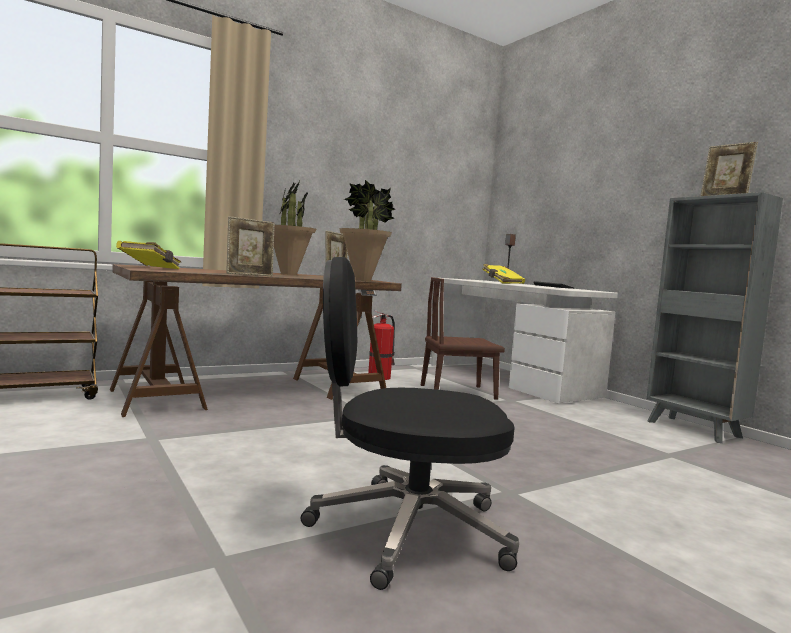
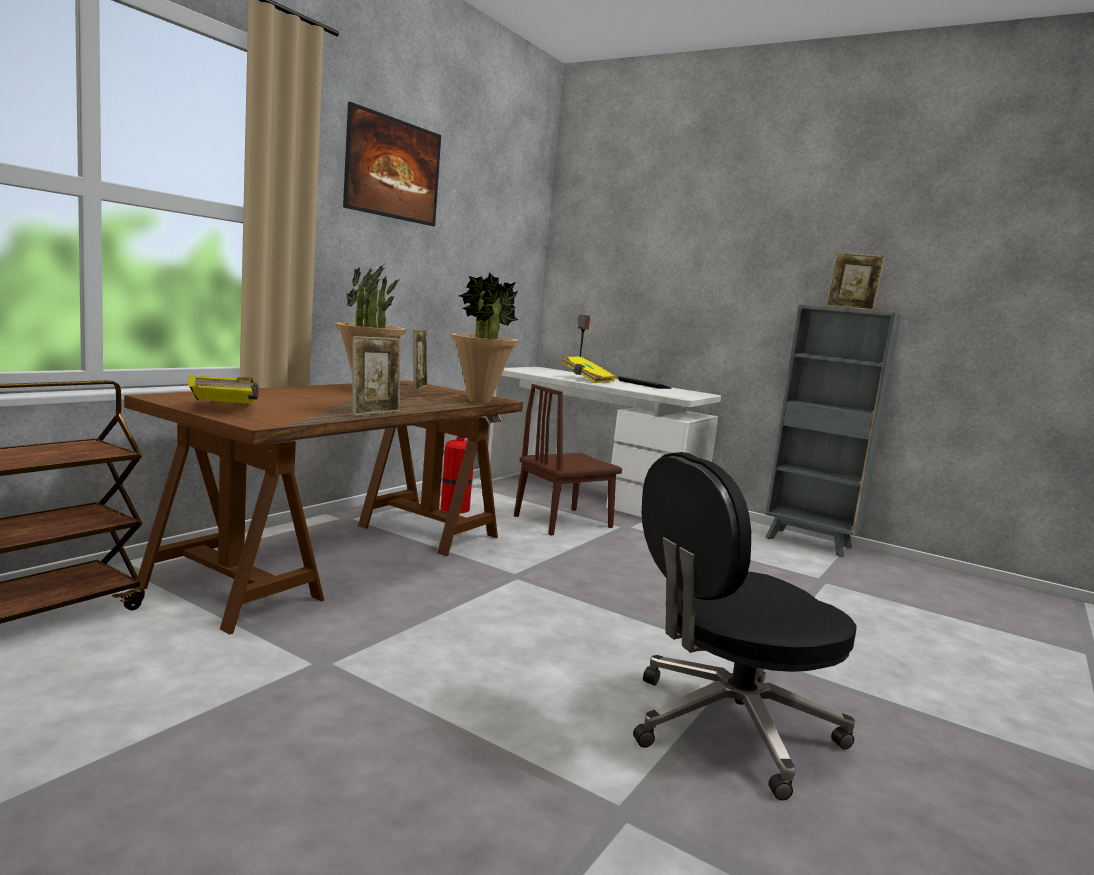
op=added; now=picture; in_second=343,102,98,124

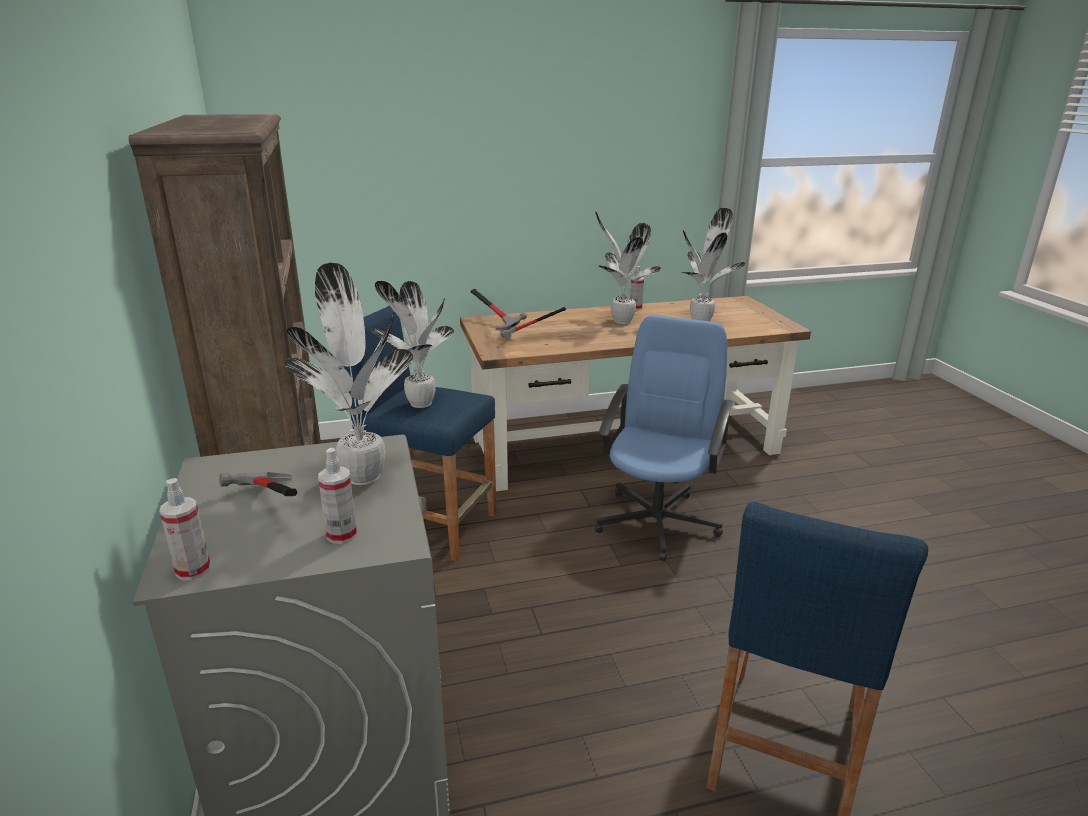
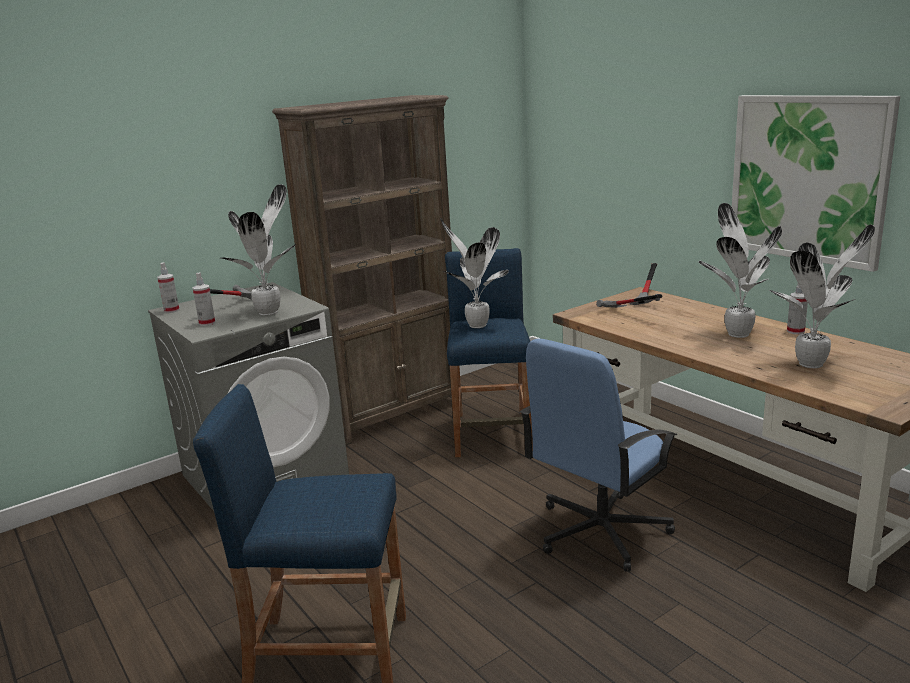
op=added; now=picture; in_second=732,95,168,177
op=turned; was=office chair (blue); in_first=595,315,139,246; in_second=520,338,157,234; clockwise=135

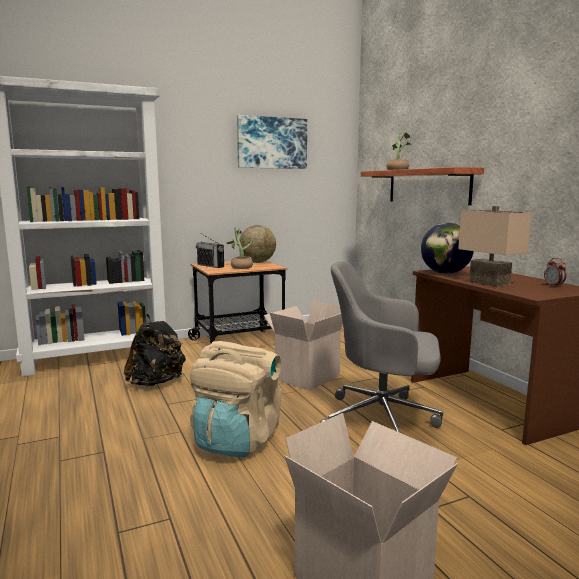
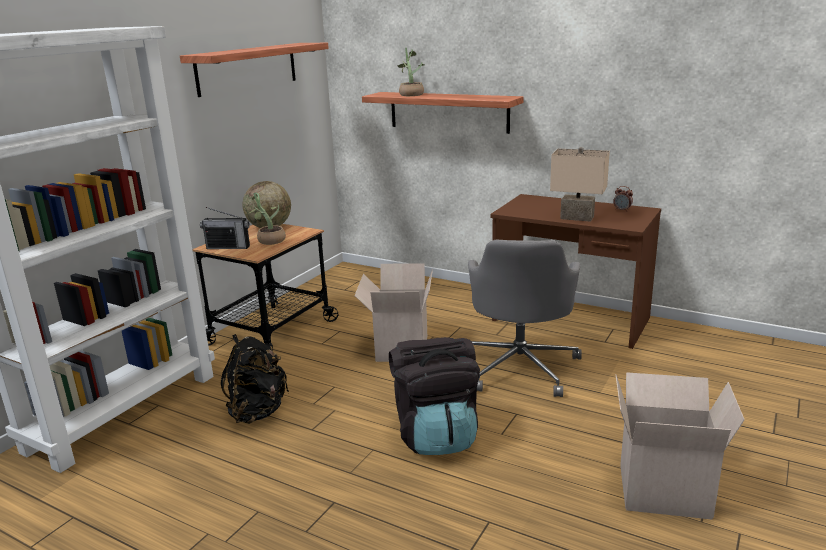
op=removed; was=globe; in_first=421,223,53,51
op=replaced; was=picture; now=shelf; in_first=237,115,70,54; in_second=180,43,149,54
op=recoloured; was=backpack (beige); now=backpack (black); in_first=190,341,91,117; in_second=389,337,91,118
op=turned; was=office chair (grey); in_first=320,261,123,172; in_second=468,240,114,157; clockwise=-60

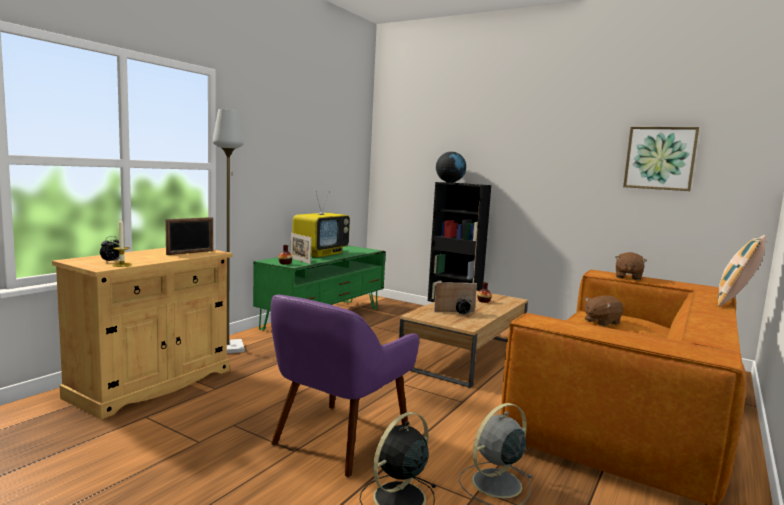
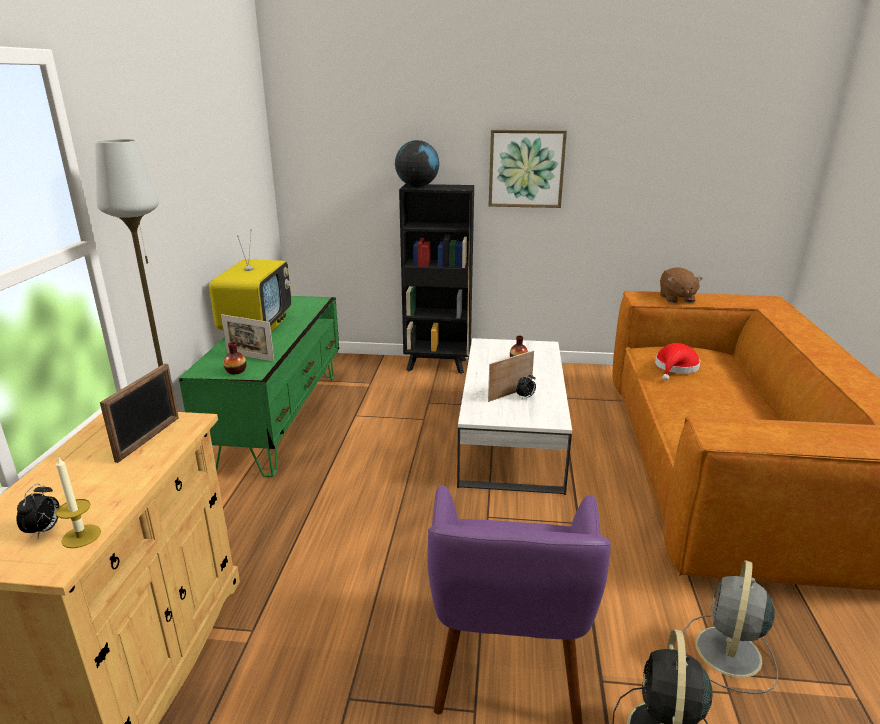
op=removed; was=pillow; in_first=718,235,48,72
op=moved; was=picture; in_first=623,127,76,64; in_second=489,130,78,78
op=replaced; was=plush toy (brown); now=hat (red); in_first=584,295,40,31; in_second=655,343,45,38
op=recoloured; was=coffee table (brown); now=coffee table (white); in_first=399,291,129,97; in_second=457,338,115,157

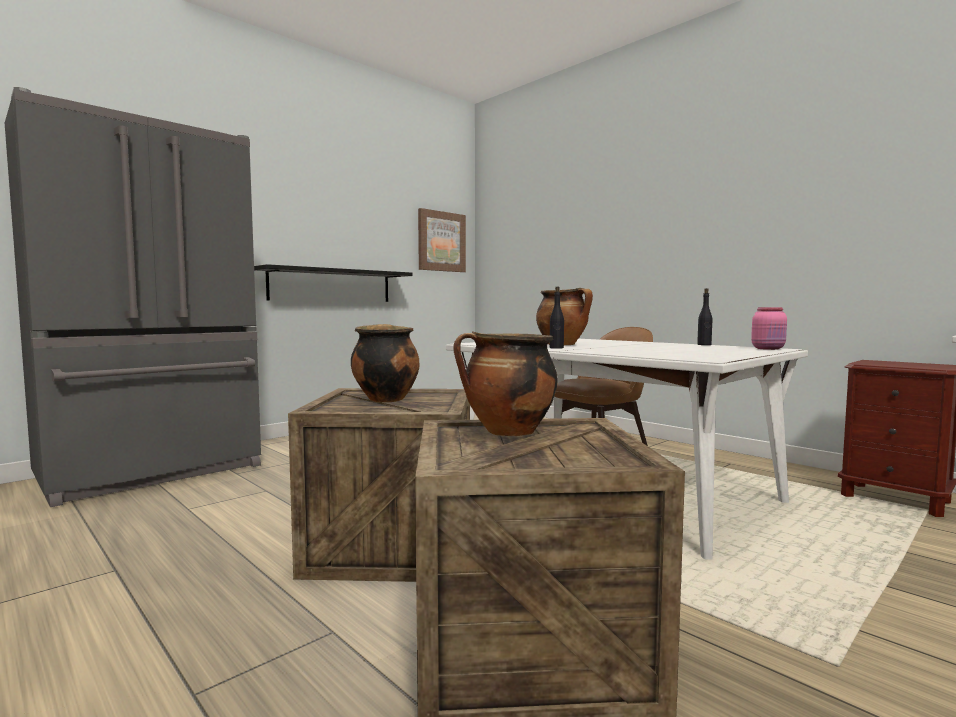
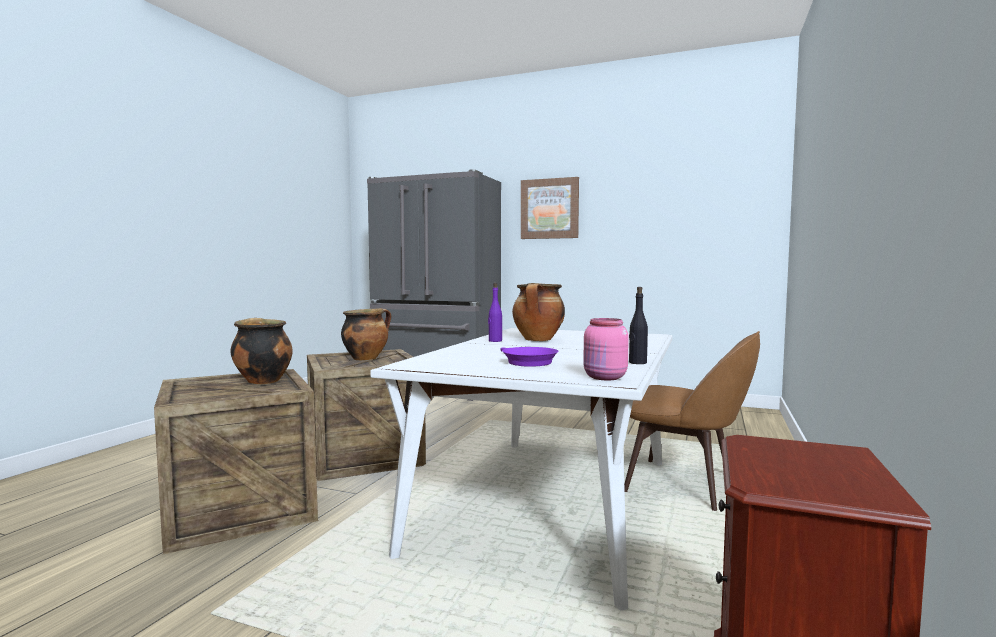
op=removed; was=shelf (black); in_first=254,264,159,38
op=added; now=frying pan (purple); in_second=500,347,59,20
op=moved; was=picture; in_first=418,208,48,64; in_second=521,177,58,62
op=recoloured; was=bottle (black); now=bottle (purple); in_first=550,287,14,62; in_second=488,283,14,59

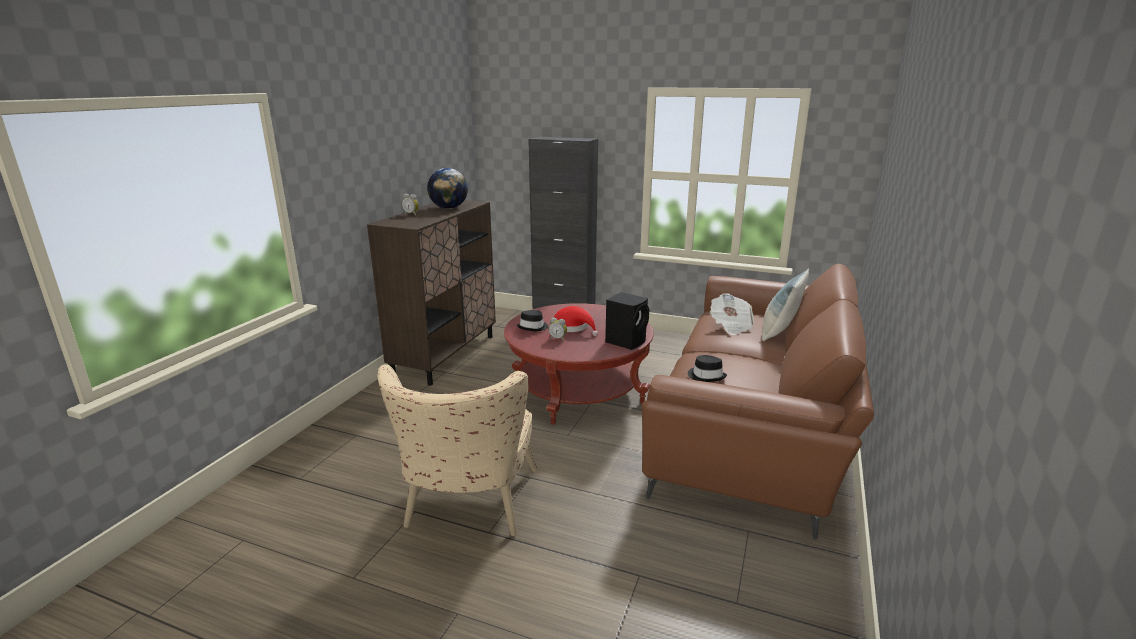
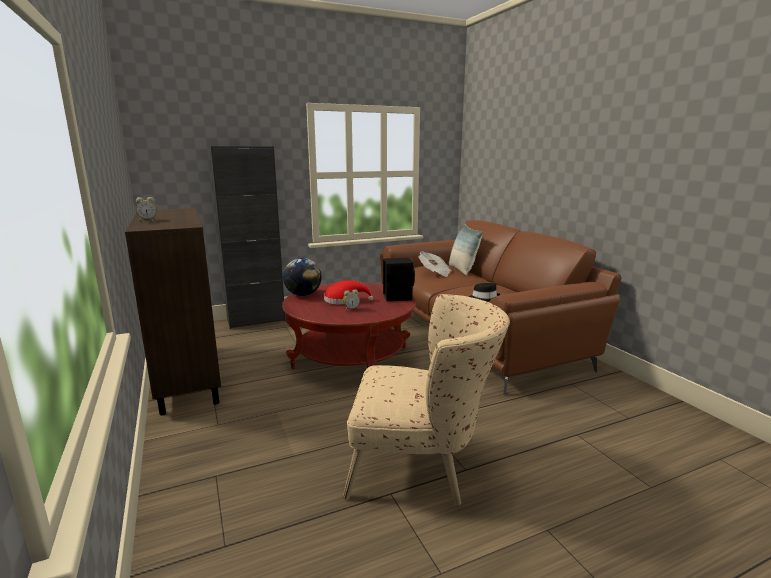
op=removed; was=hat (black); in_first=517,310,31,21
op=moved; was=globe; in_first=427,168,41,41; in_second=283,258,39,38
op=turned; was=armchair (beige); in_first=378,364,159,172; in_second=343,294,167,212; clockwise=-45

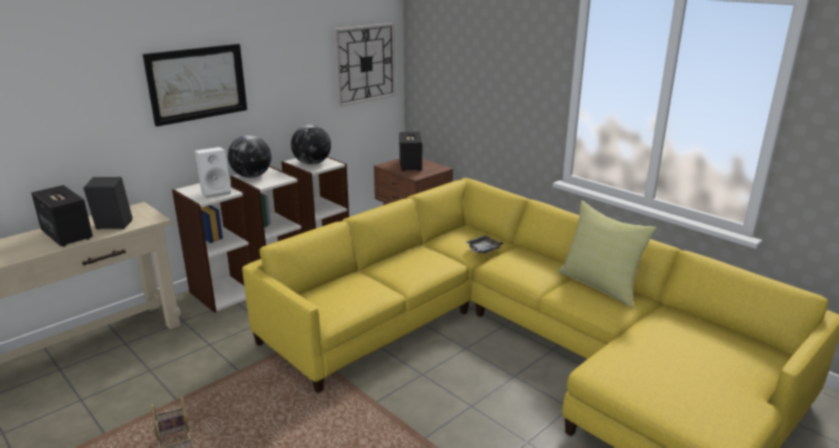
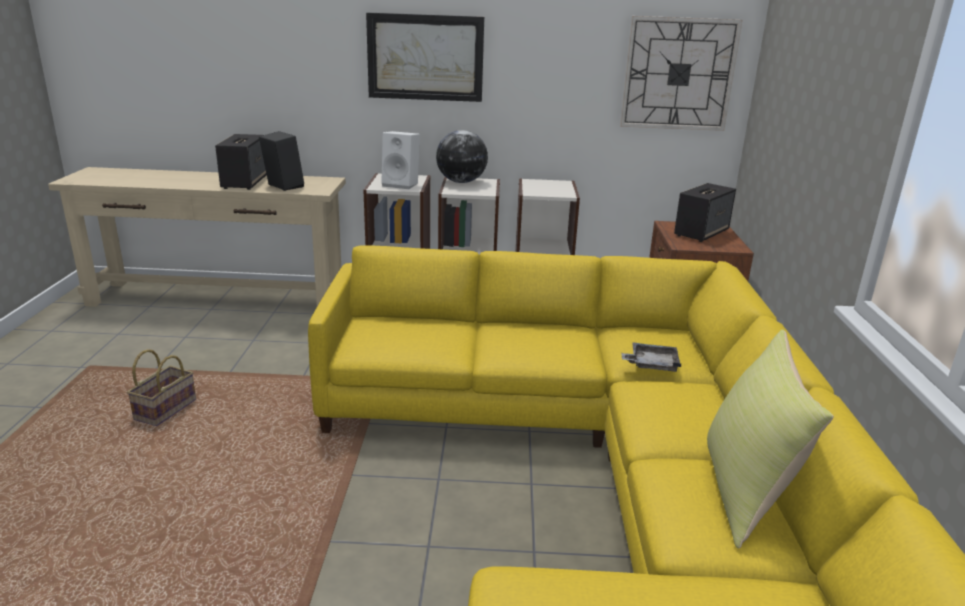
op=removed; was=globe; in_first=291,125,40,40

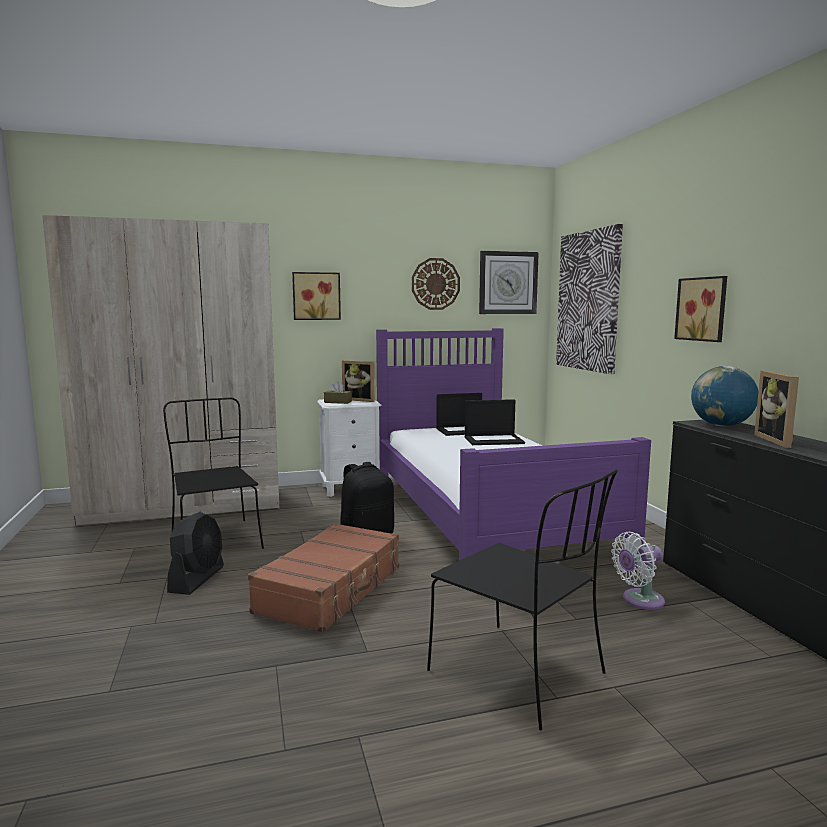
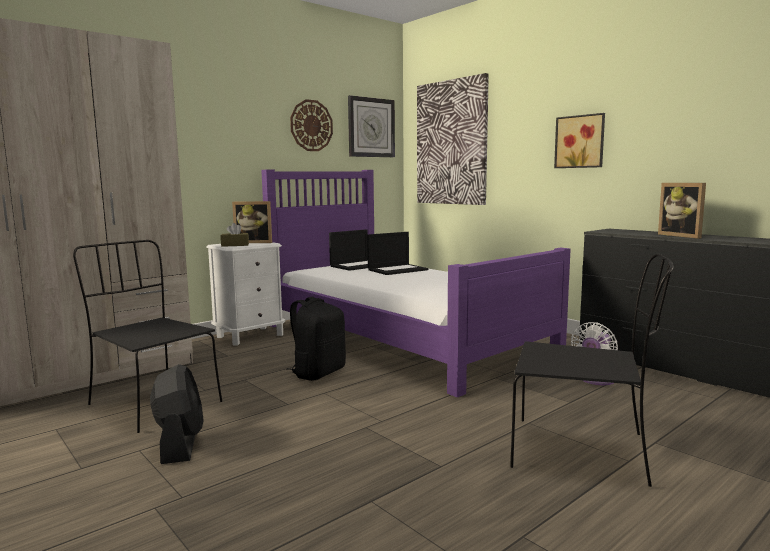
op=removed; was=suitcase (brown); in_first=248,523,151,110
op=removed; was=picture; in_first=292,272,49,48
op=removed; was=globe; in_first=691,366,68,60

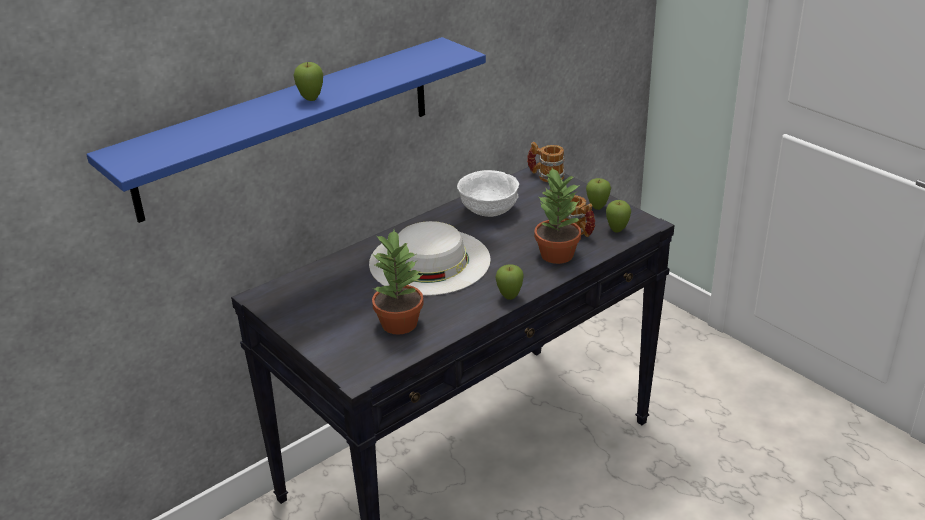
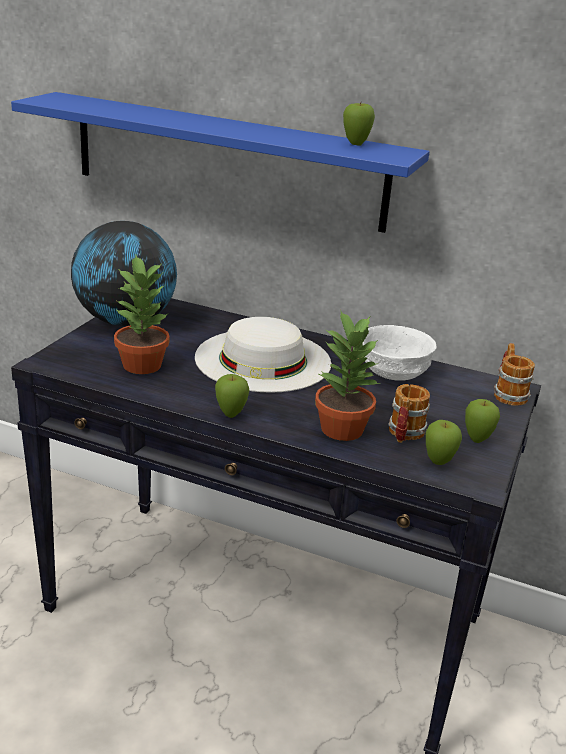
op=added; now=globe; in_second=71,221,106,105
op=moved; was=apple; in_first=293,62,30,39; in_second=343,103,32,43

